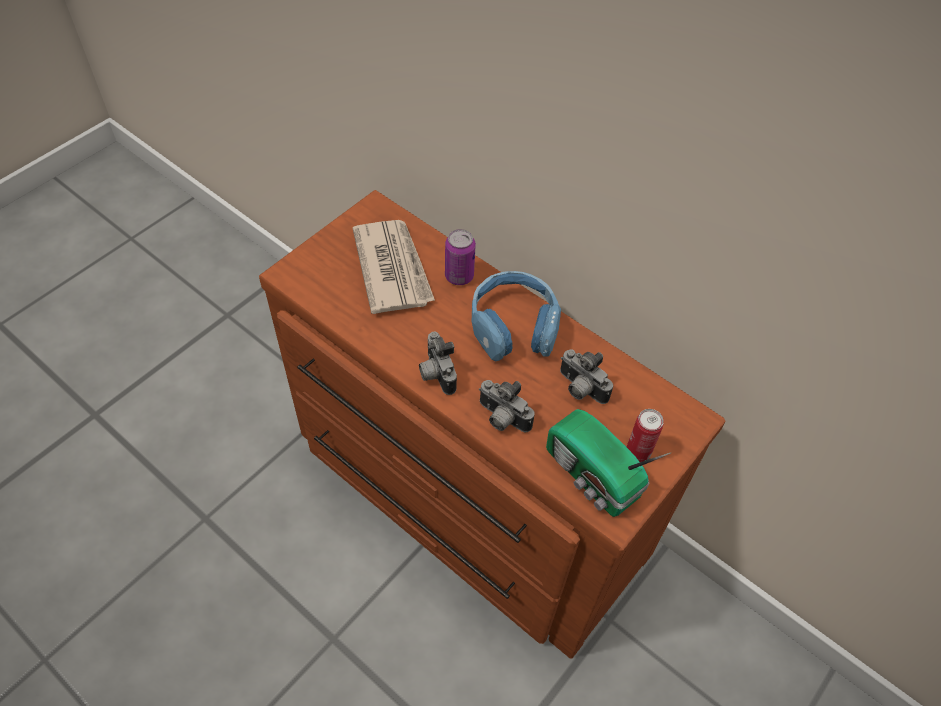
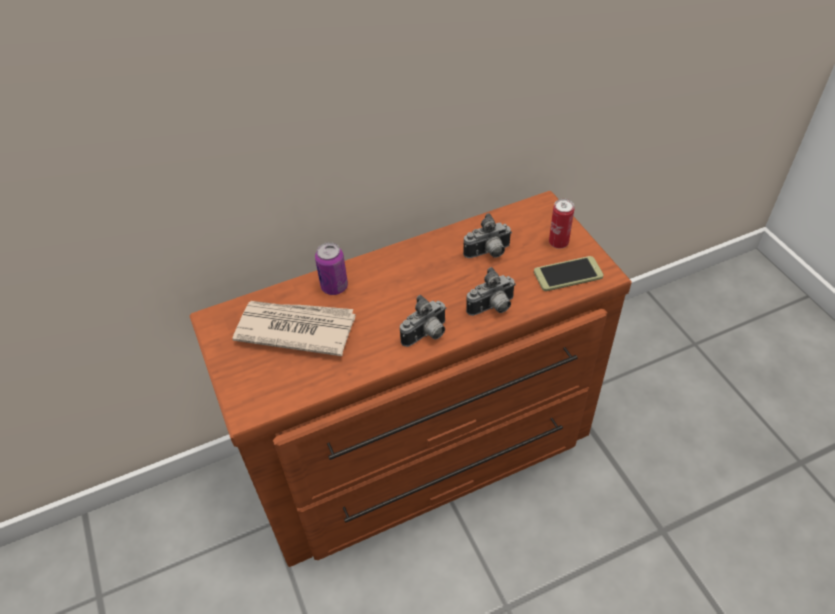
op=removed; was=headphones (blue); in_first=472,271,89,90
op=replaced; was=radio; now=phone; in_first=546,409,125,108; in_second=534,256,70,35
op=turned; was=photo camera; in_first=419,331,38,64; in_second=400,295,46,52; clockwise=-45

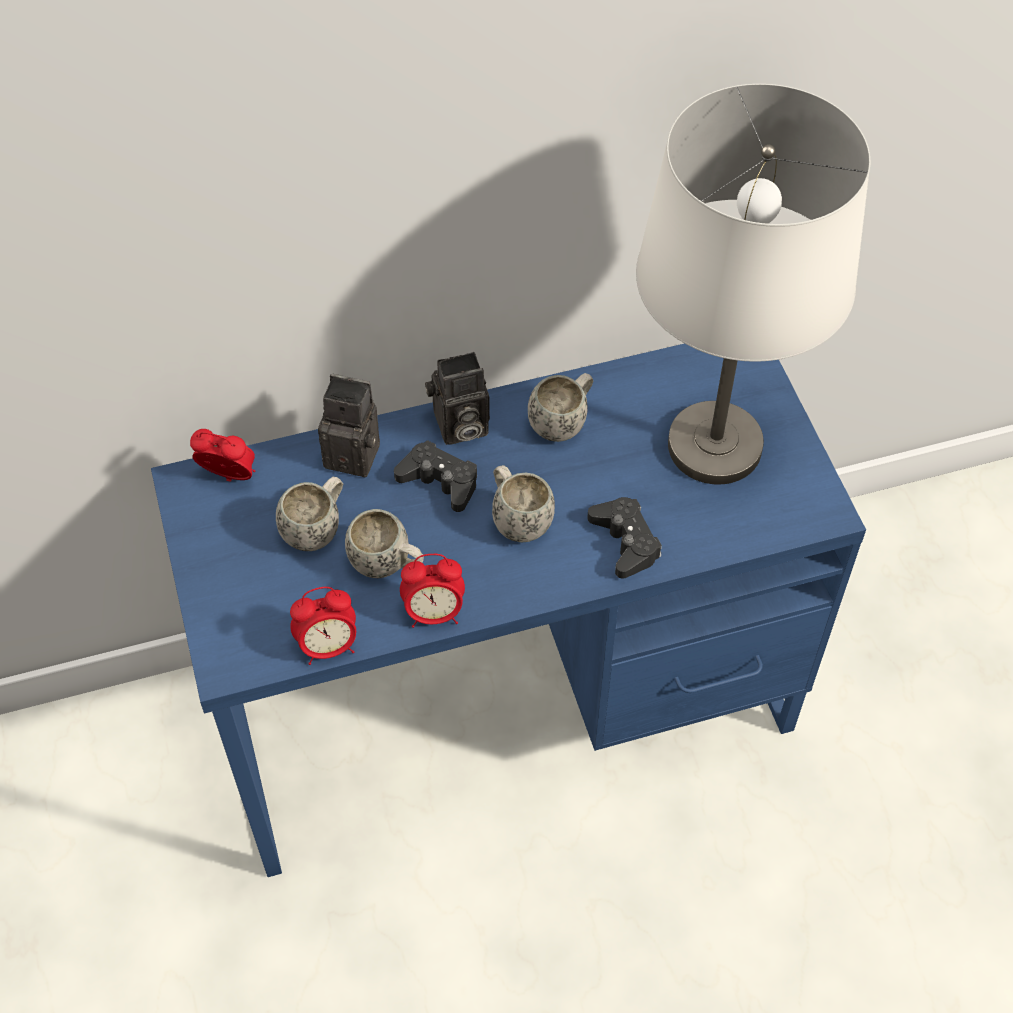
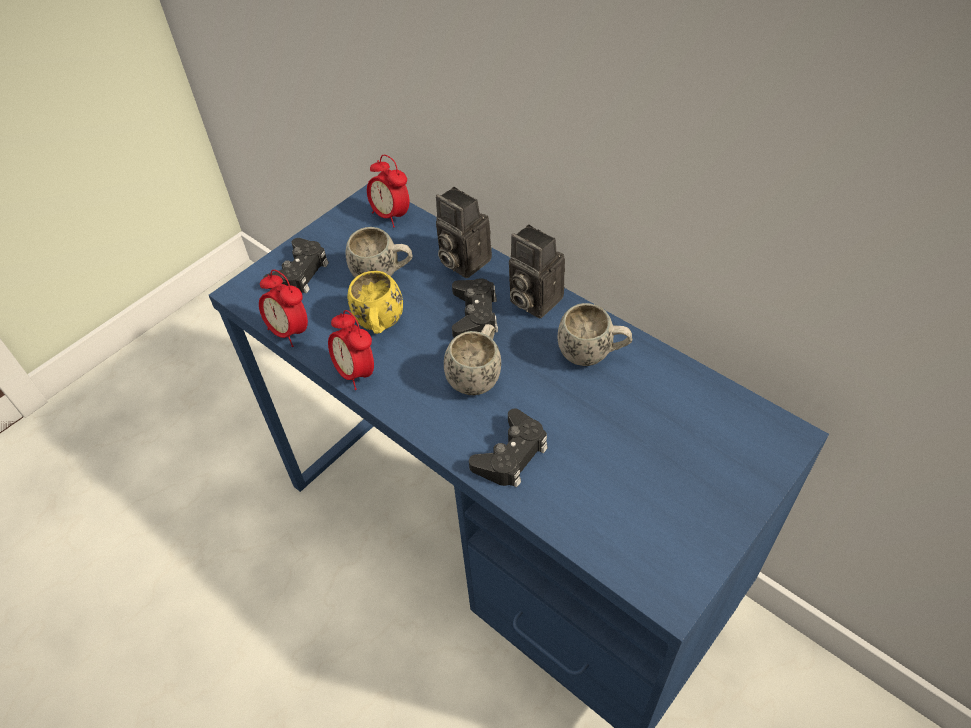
op=removed; was=table lamp (white); in_first=636,84,234,400
op=added; now=game controller (black); in_second=263,238,66,56
op=recoloured; was=mug (white); now=mug (yellow); in_first=345,509,79,69; in_second=348,271,55,63
op=turned; was=alarm clock; in_first=190,429,65,53; in_second=367,155,42,73; clockwise=150
op=turned; was=photo camera; in_first=318,374,62,103; in_second=436,187,56,91; clockwise=150

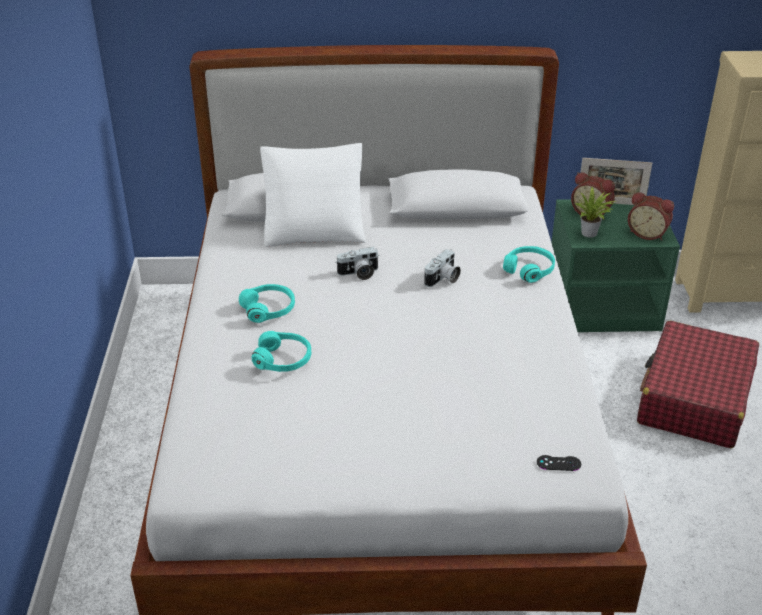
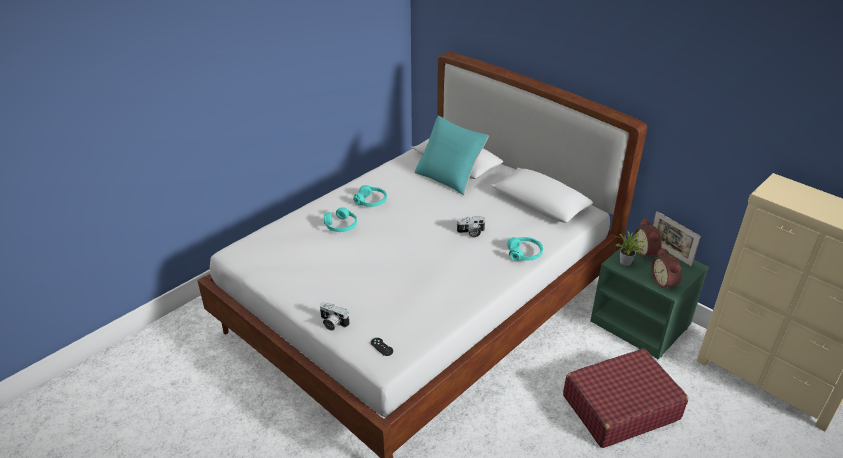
op=moved; was=photo camera; in_first=337,247,41,33; in_second=320,302,30,29
op=recoloured; was=pillow (white); now=pillow (turquoise); in_first=260,143,106,104; in_second=415,116,74,79

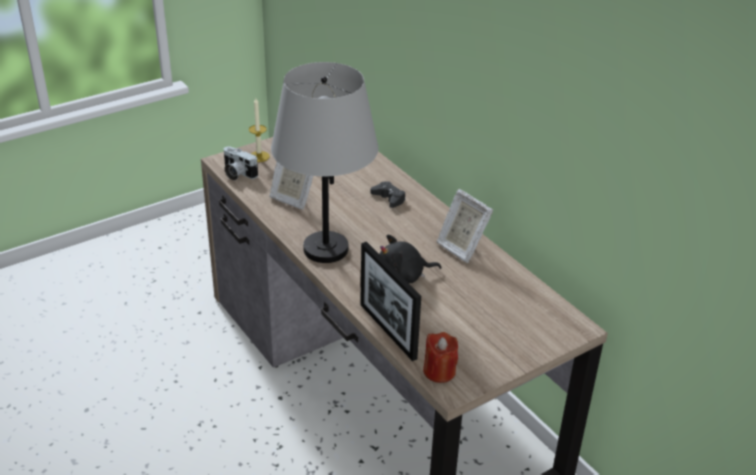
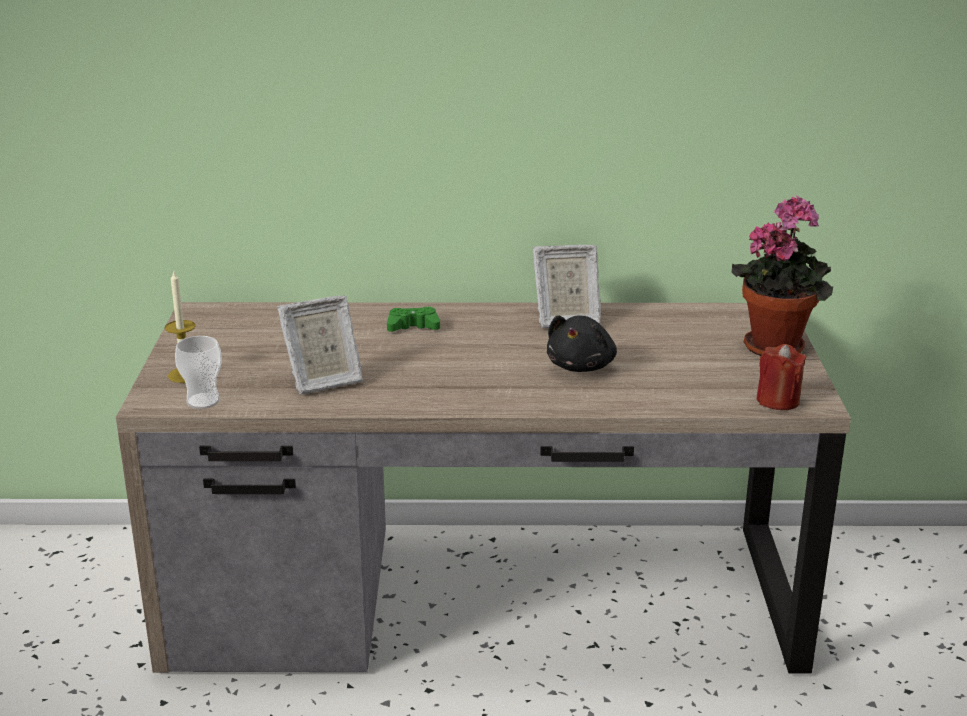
op=removed; was=table lamp (grey); in_first=271,62,107,201
op=removed; was=picture frame; in_first=360,242,61,119
op=added; now=potted plant; in_second=732,195,101,161
op=replaced; was=photo camera; now=cup; in_first=224,146,34,34; in_second=175,336,47,73
op=recoloured; was=game controller (black); now=game controller (green); in_first=371,181,34,27; in_second=387,307,53,25

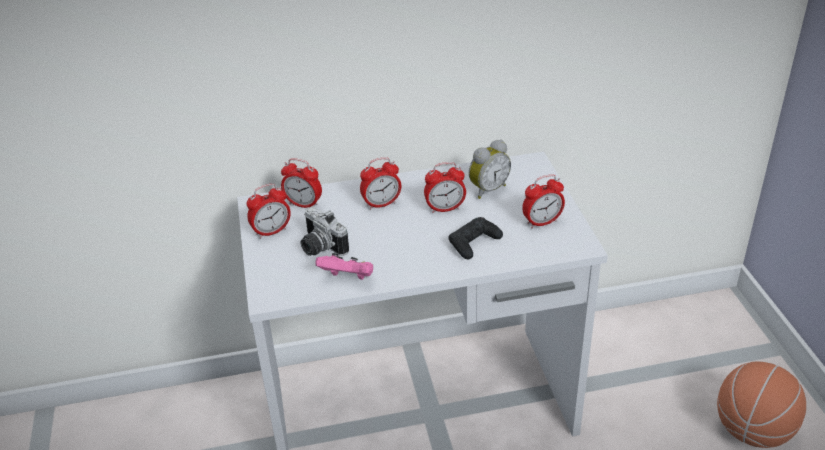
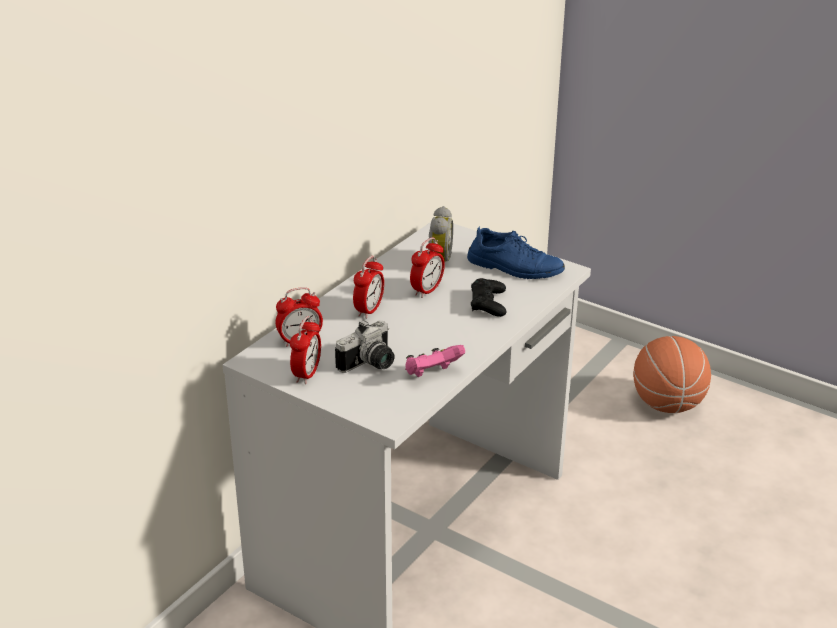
op=replaced; was=alarm clock; now=shoe (blue); in_first=522,174,43,55; in_second=467,226,98,53
op=turned; was=photo camera; in_first=300,207,49,49; in_second=335,320,60,53; clockwise=-45

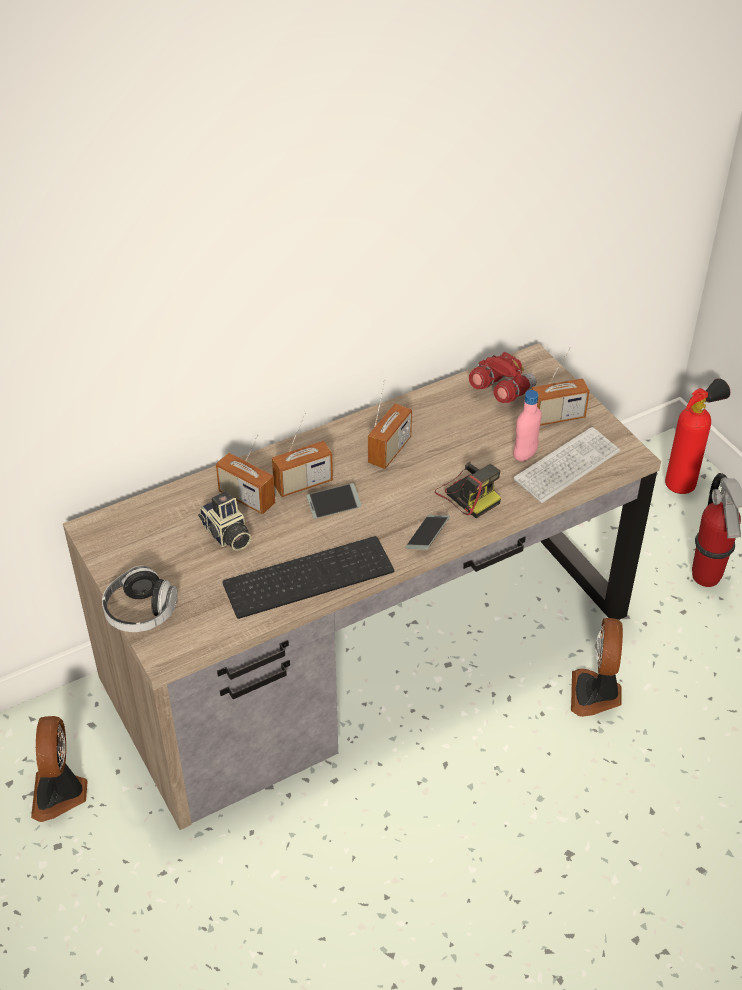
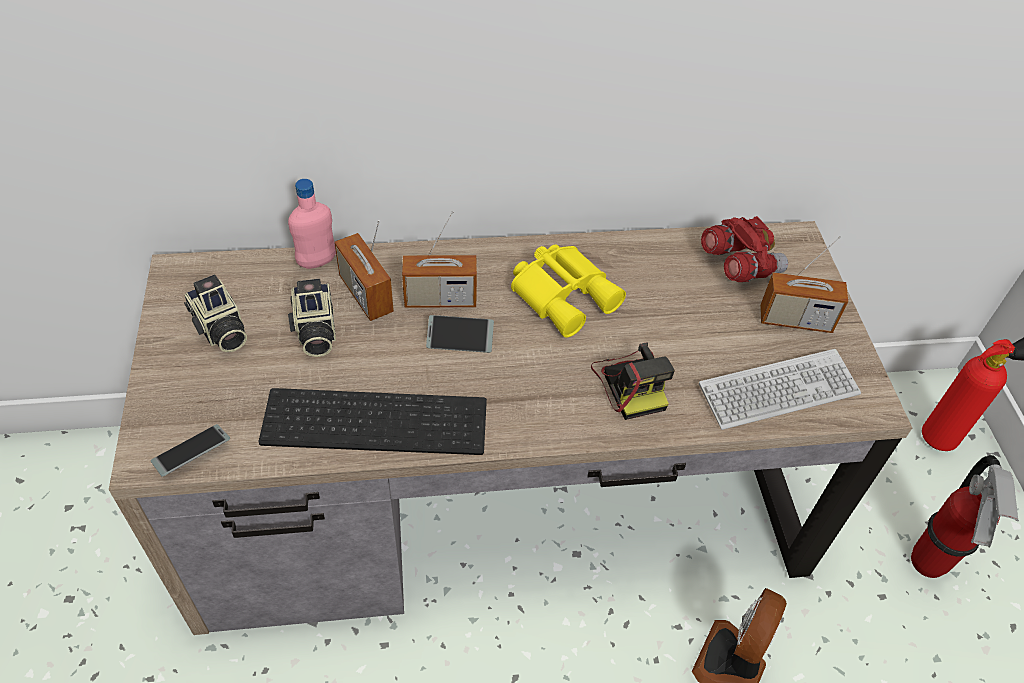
op=removed; was=fan; in_first=31,716,57,106
op=removed; was=headphones; in_first=102,565,75,67
op=added; now=photo camera; in_second=184,275,63,77
op=moved; was=phone; in_first=405,515,45,35; in_second=151,424,79,53
op=moved; was=bottle (pink); in_first=513,390,29,71; in_second=288,179,48,90
op=replaced; was=radio; now=binoculars (yellow); in_first=368,380,44,89; in_second=511,244,115,94

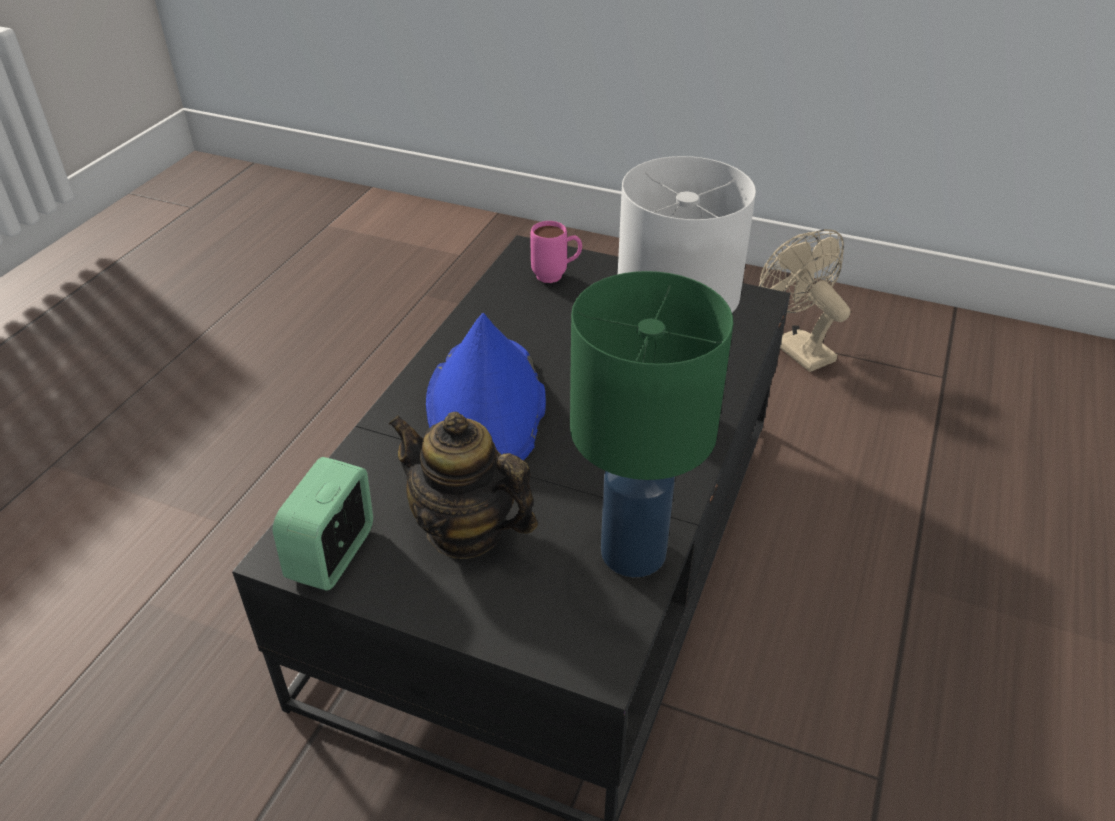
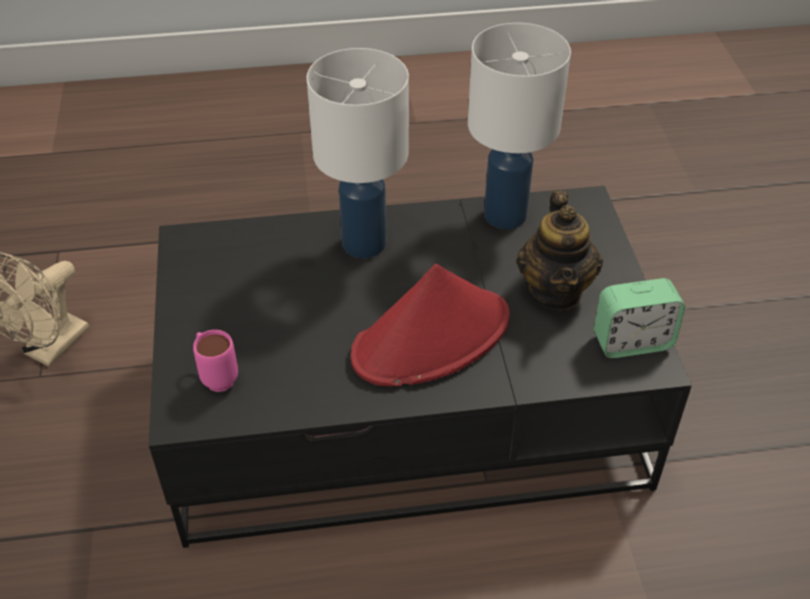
op=recoloured; was=hat (blue); now=hat (red); in_first=426,313,120,147; in_second=351,264,159,122
op=recoloured; was=table lamp (green); now=table lamp (white); in_first=570,271,164,306; in_second=468,23,103,206

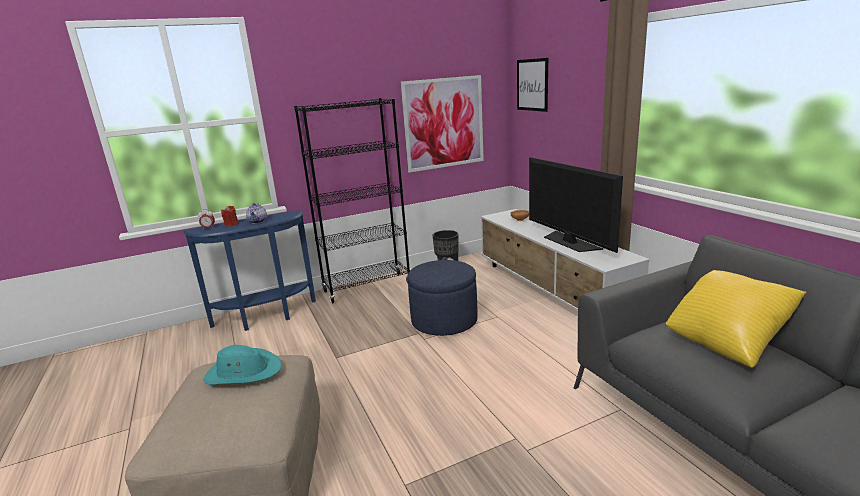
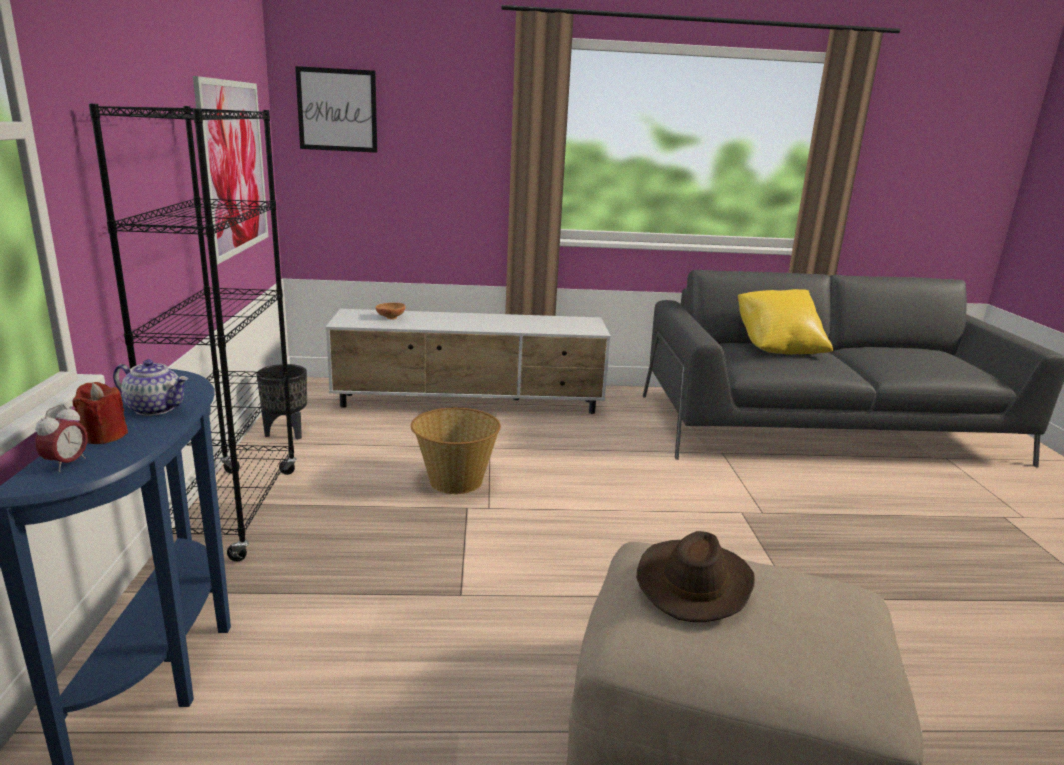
op=removed; was=television; in_first=529,157,94,96
op=replaced; was=ottoman (blue); now=basket; in_first=407,260,71,76; in_second=411,408,90,86
op=recoloured; was=hat (turquoise); now=hat (brown); in_first=204,345,78,40; in_second=637,531,118,91

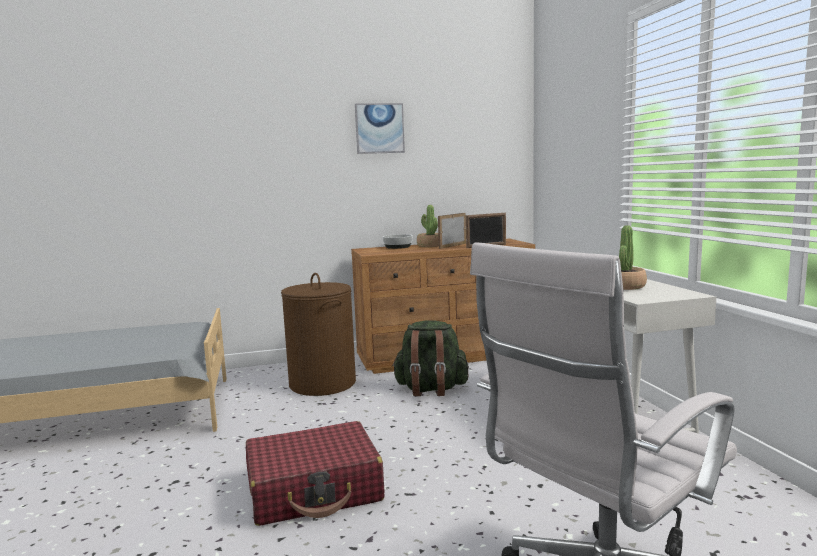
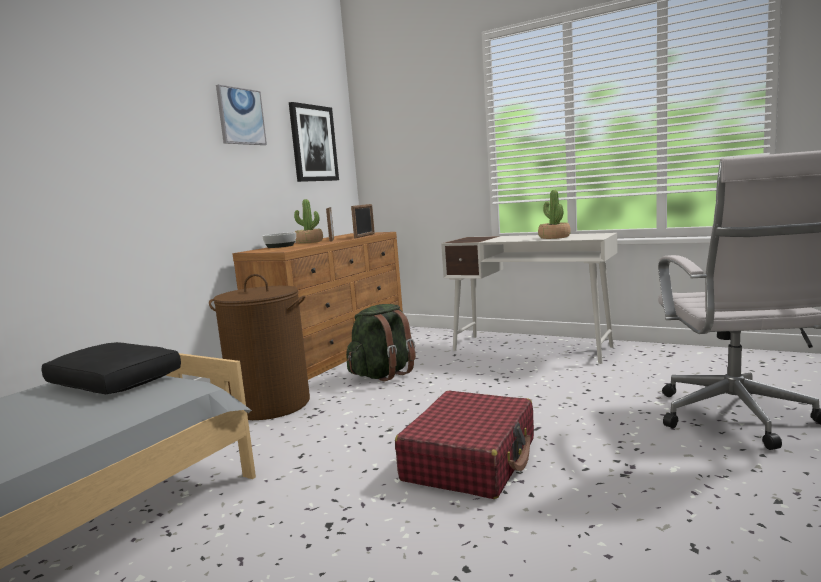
op=added; now=pillow (black); in_second=41,342,140,52
op=added; now=picture; in_second=289,102,50,80

